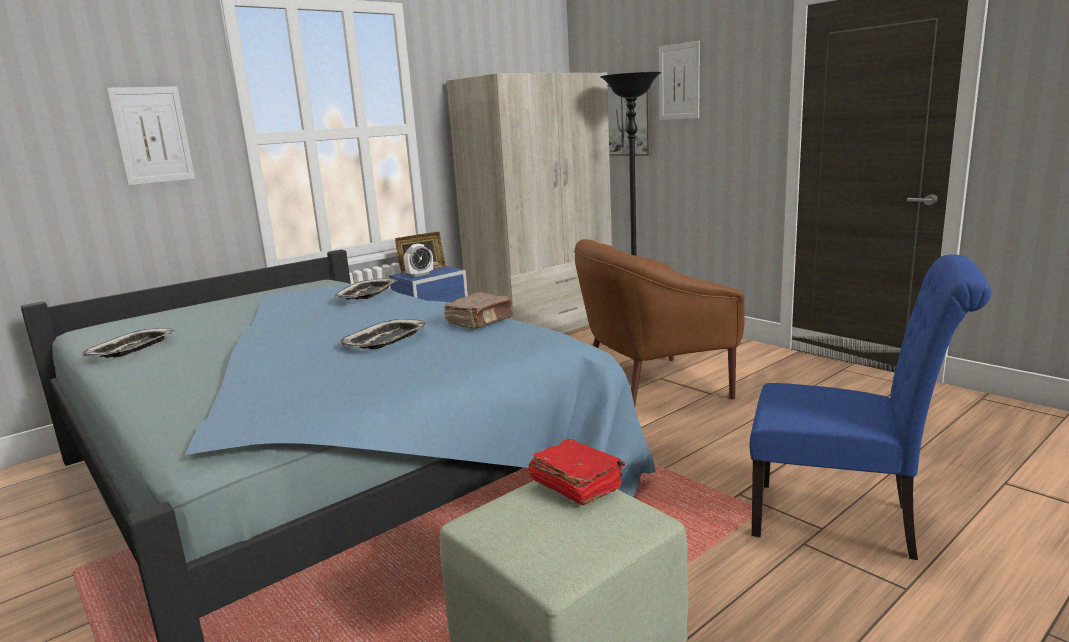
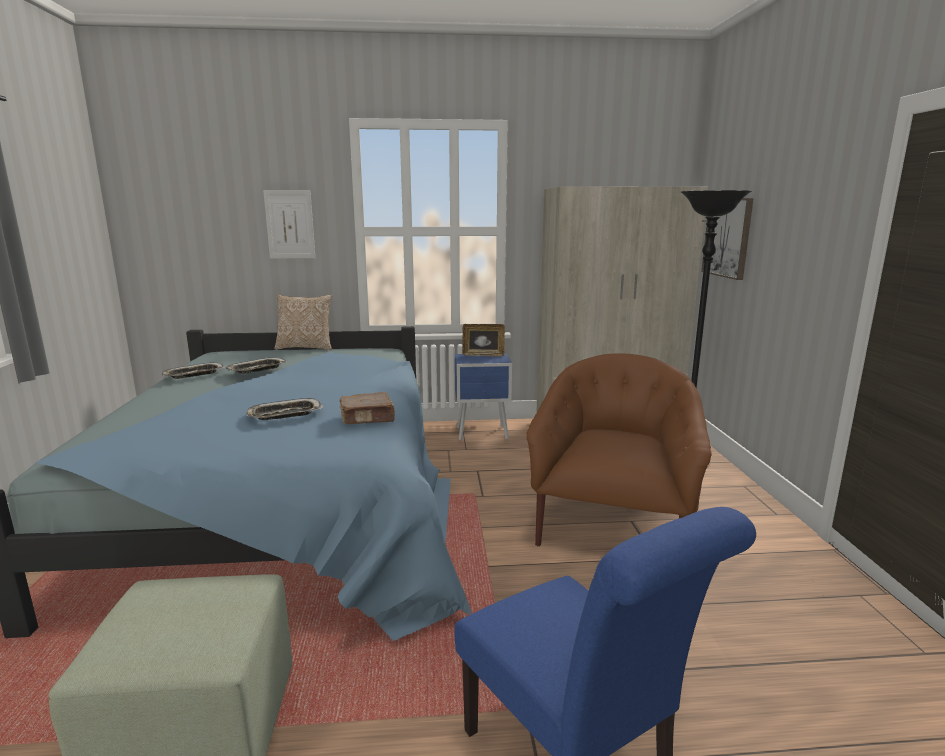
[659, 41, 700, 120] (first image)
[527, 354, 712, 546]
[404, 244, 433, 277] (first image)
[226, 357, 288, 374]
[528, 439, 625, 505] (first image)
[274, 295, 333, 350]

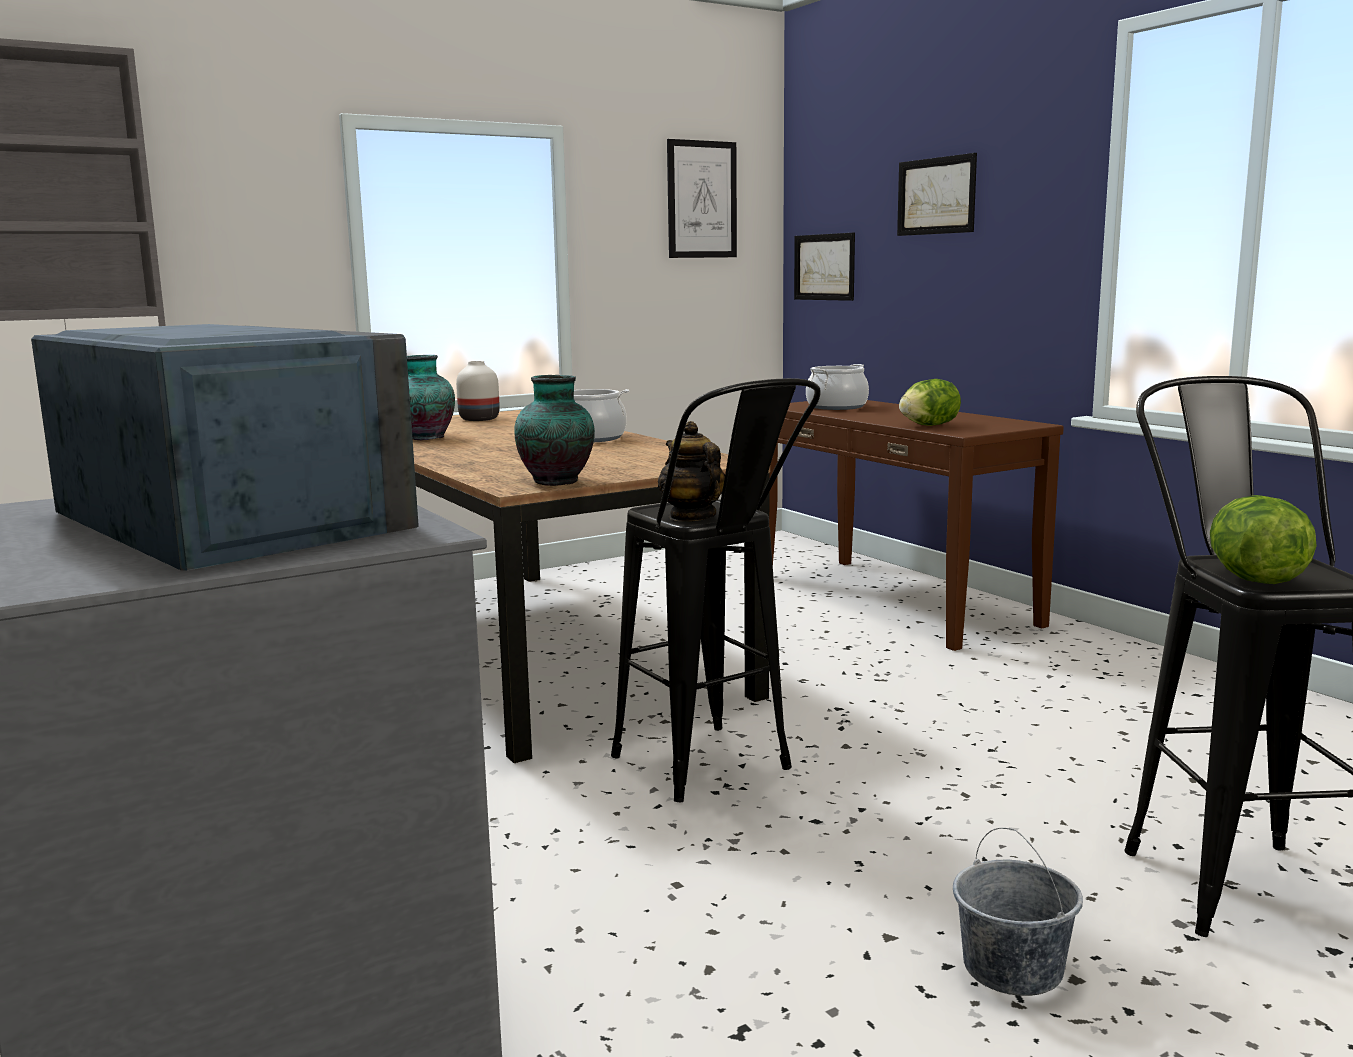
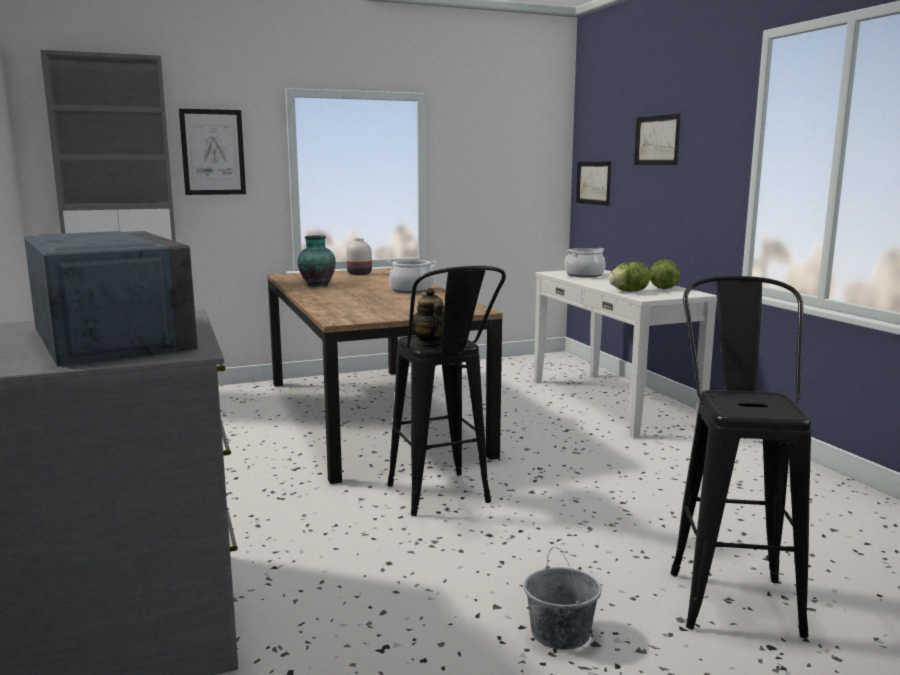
[179, 109, 246, 195]
[514, 375, 595, 486] (first image)
[534, 270, 717, 438]
[650, 259, 680, 289]

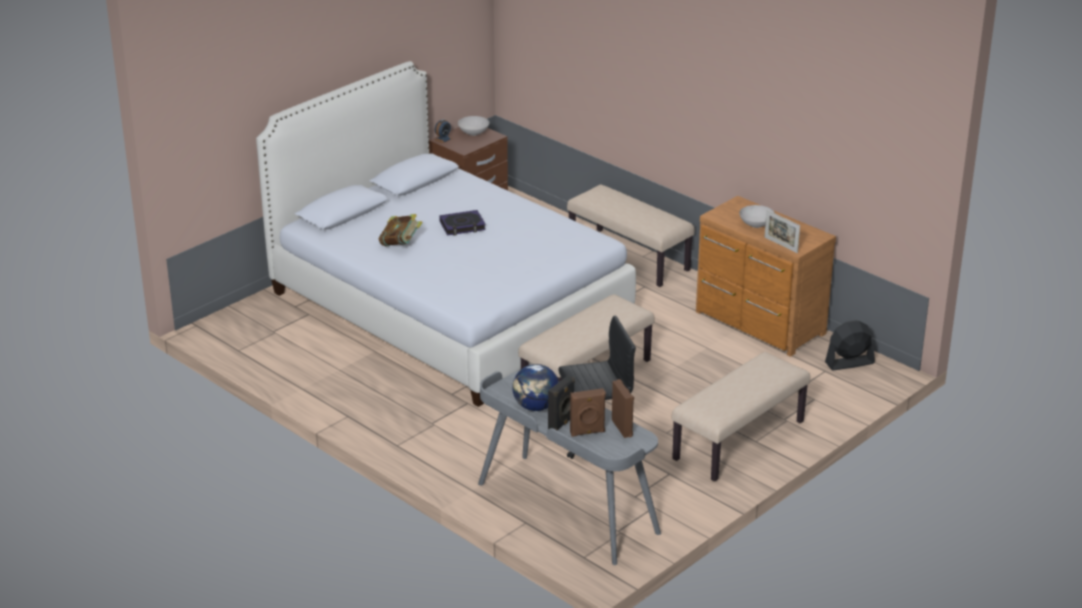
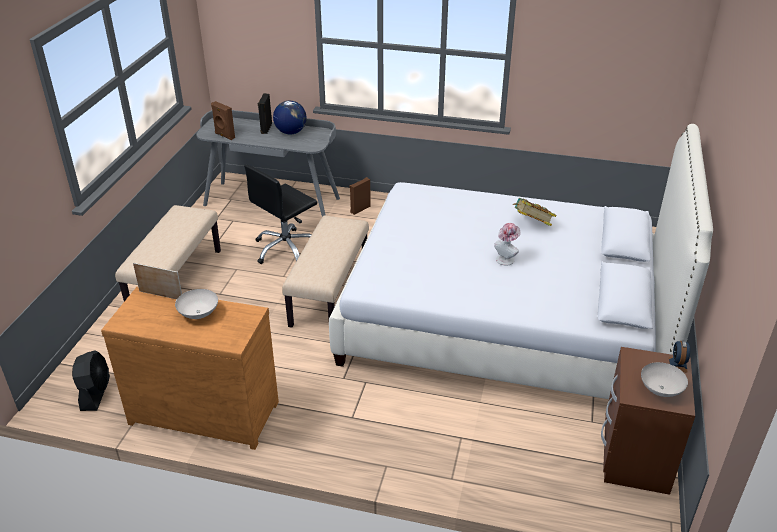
[567, 185, 695, 287] (first image)
[494, 223, 521, 266]
[72, 351, 110, 411]
[350, 177, 371, 215]

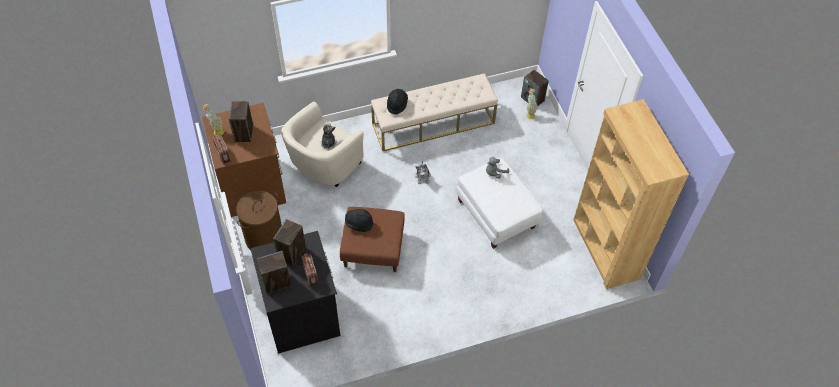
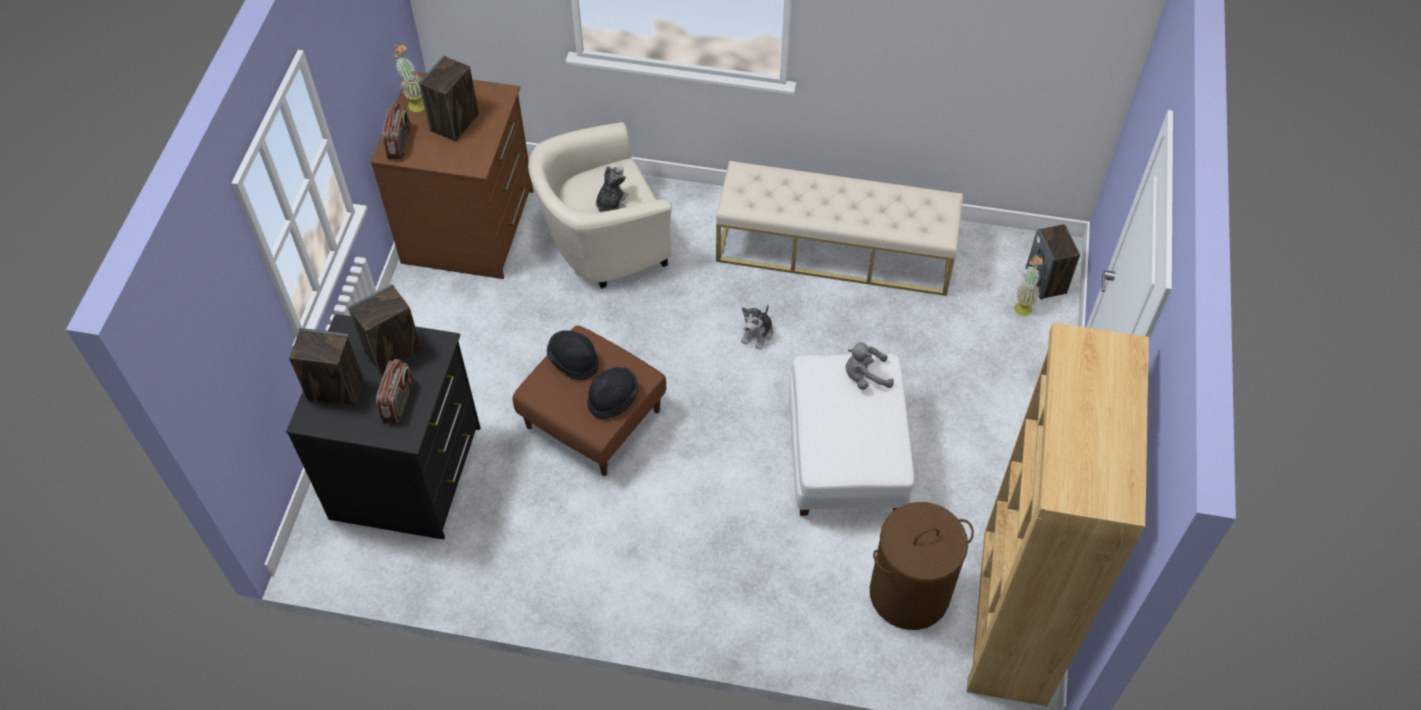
[588, 367, 639, 419]
[870, 502, 974, 630]

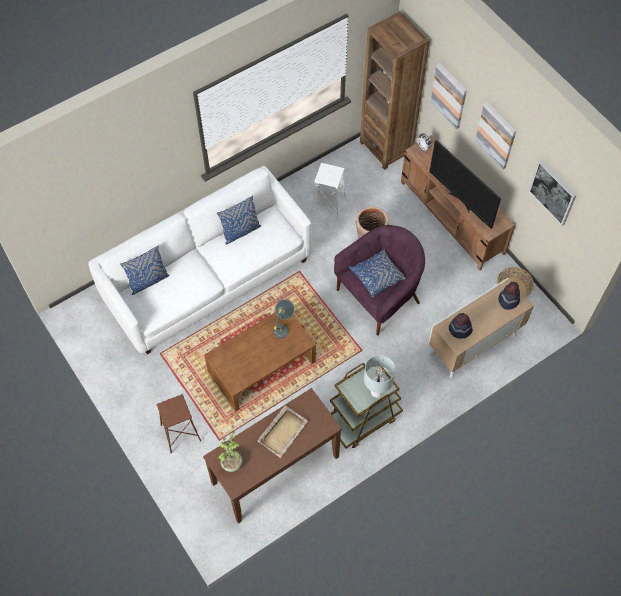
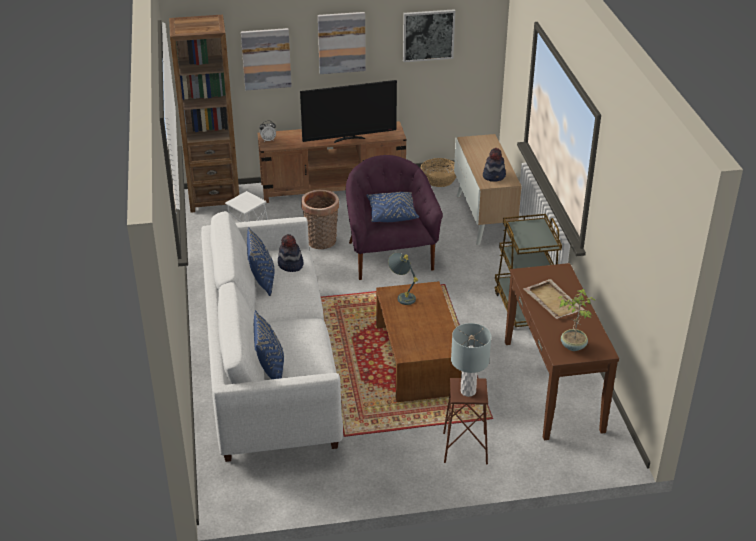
[278, 234, 303, 272]
[451, 323, 491, 397]

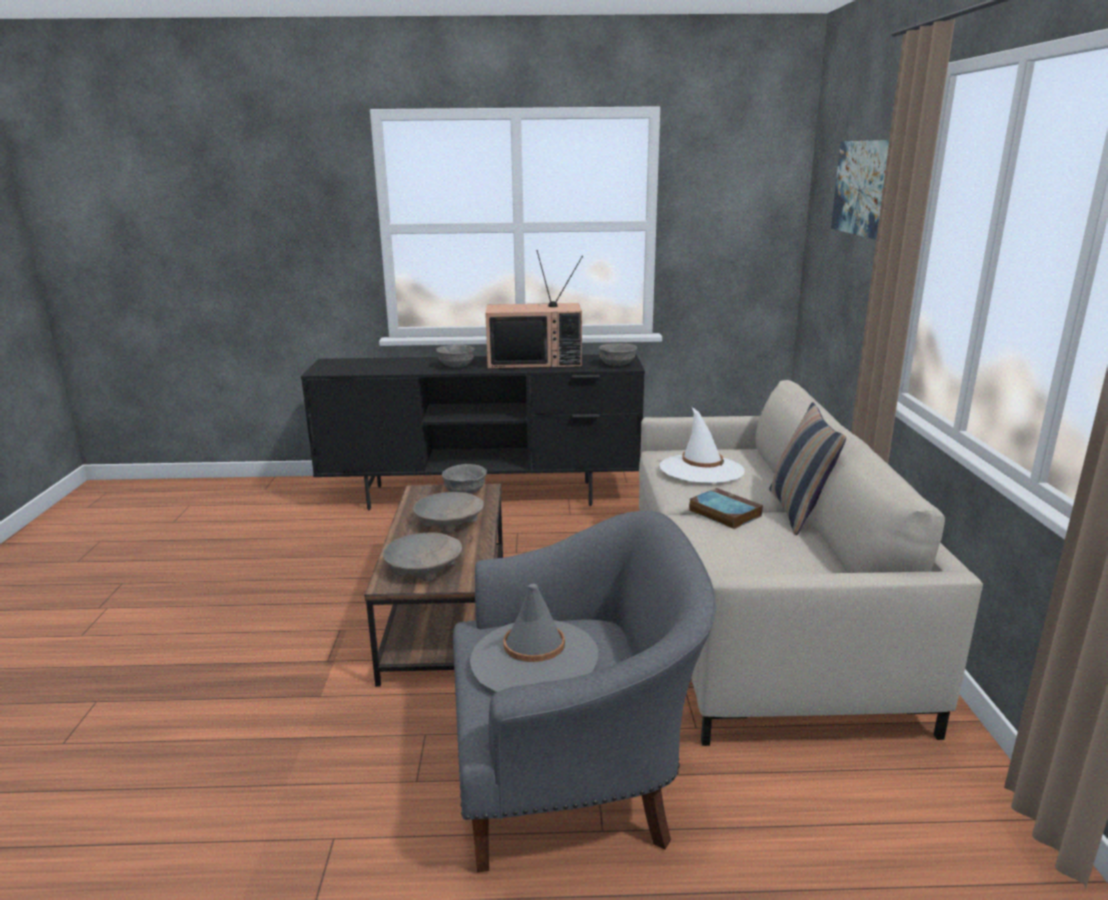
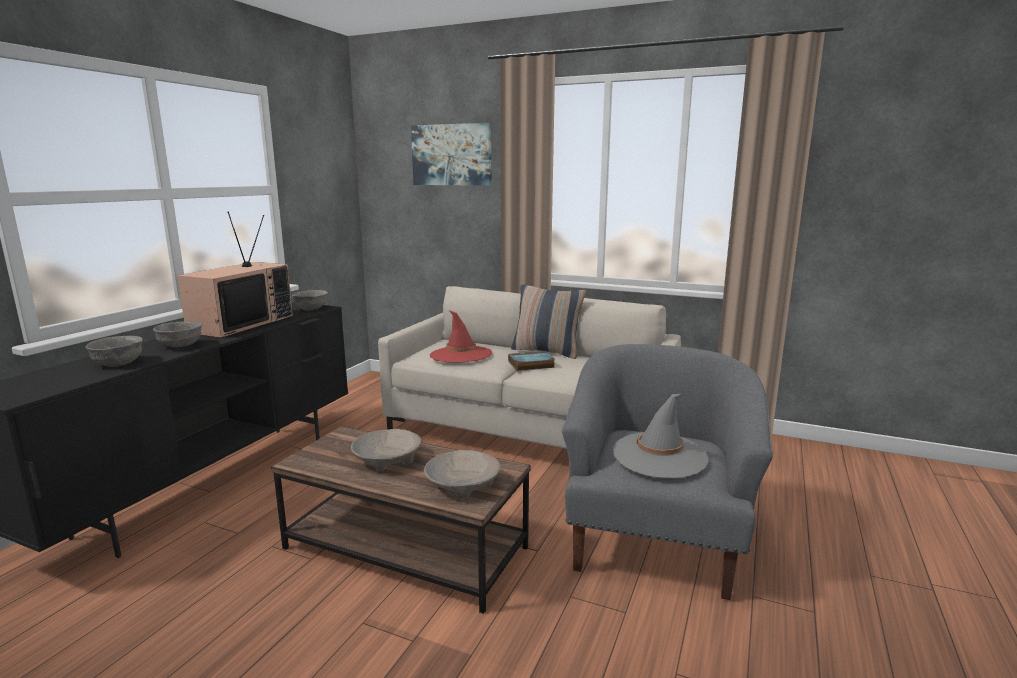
[430, 311, 492, 363]
[86, 336, 143, 367]

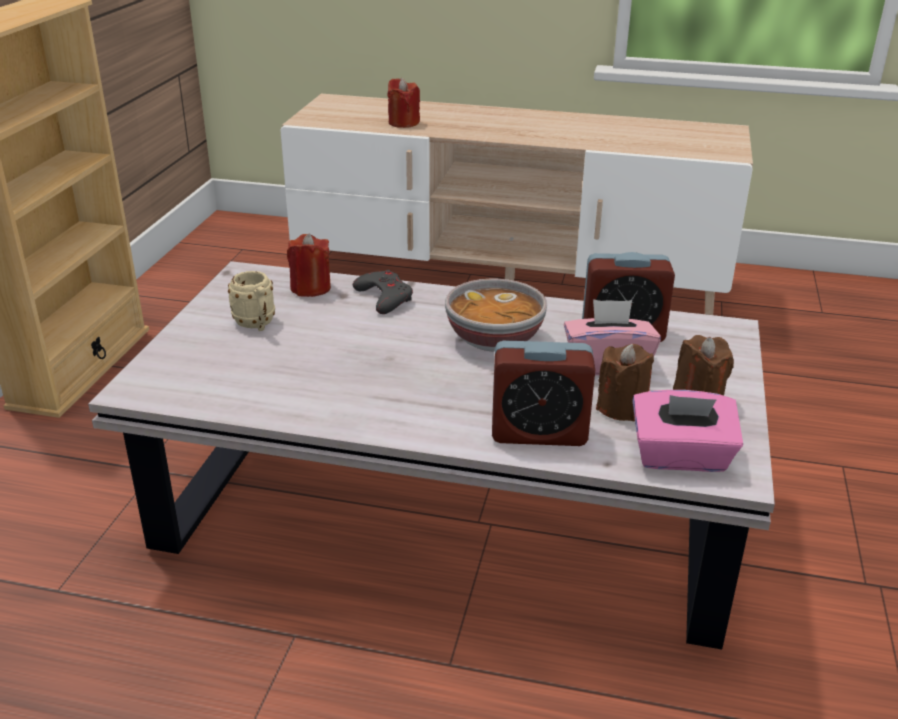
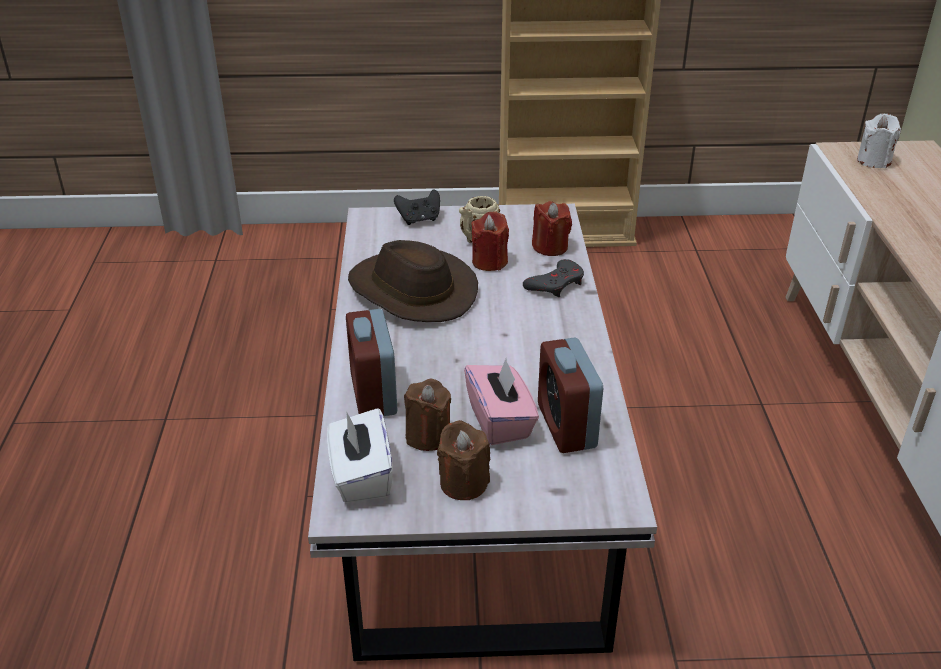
[471, 211, 509, 271]
[445, 279, 547, 352] (first image)
[327, 408, 393, 503]
[857, 113, 901, 168]
[394, 189, 440, 225]
[348, 240, 478, 322]

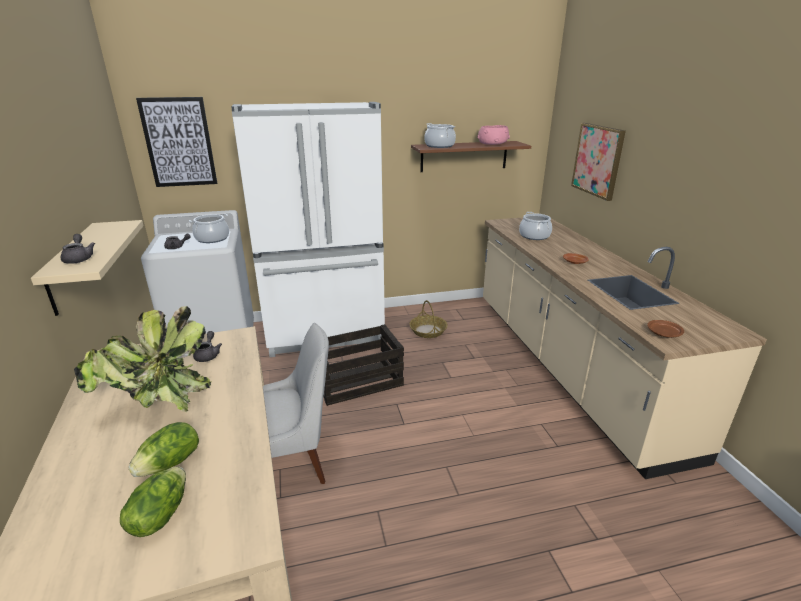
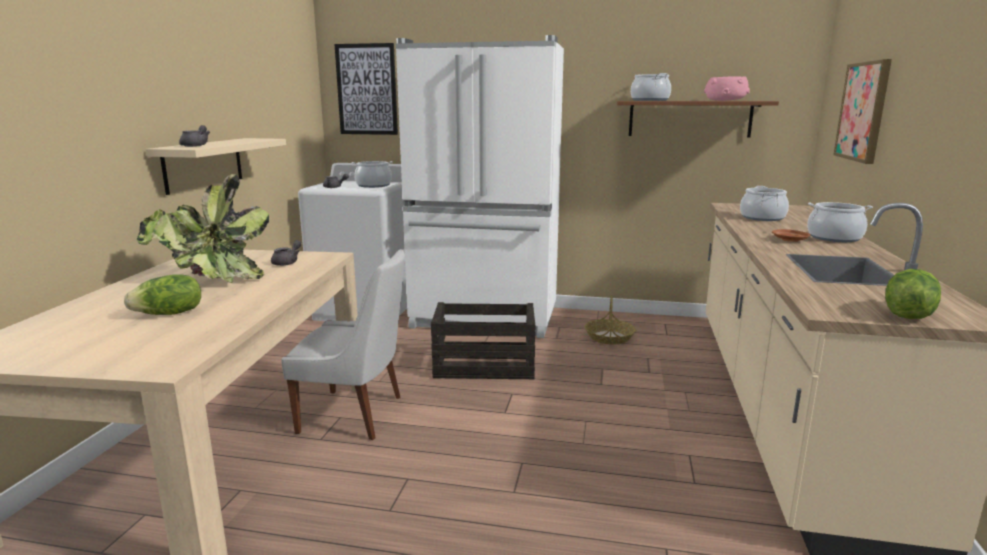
[647, 320, 684, 338] (first image)
[885, 269, 941, 319]
[807, 202, 873, 242]

